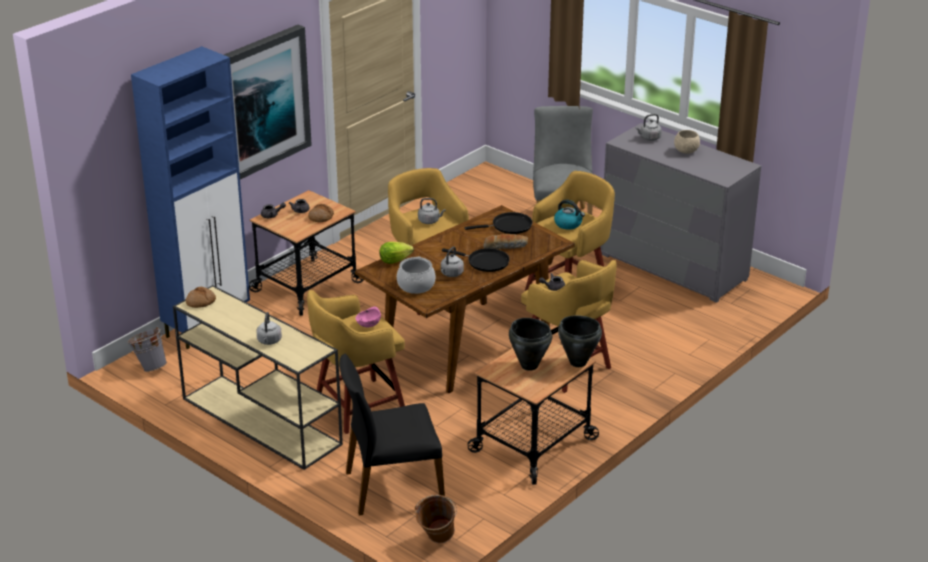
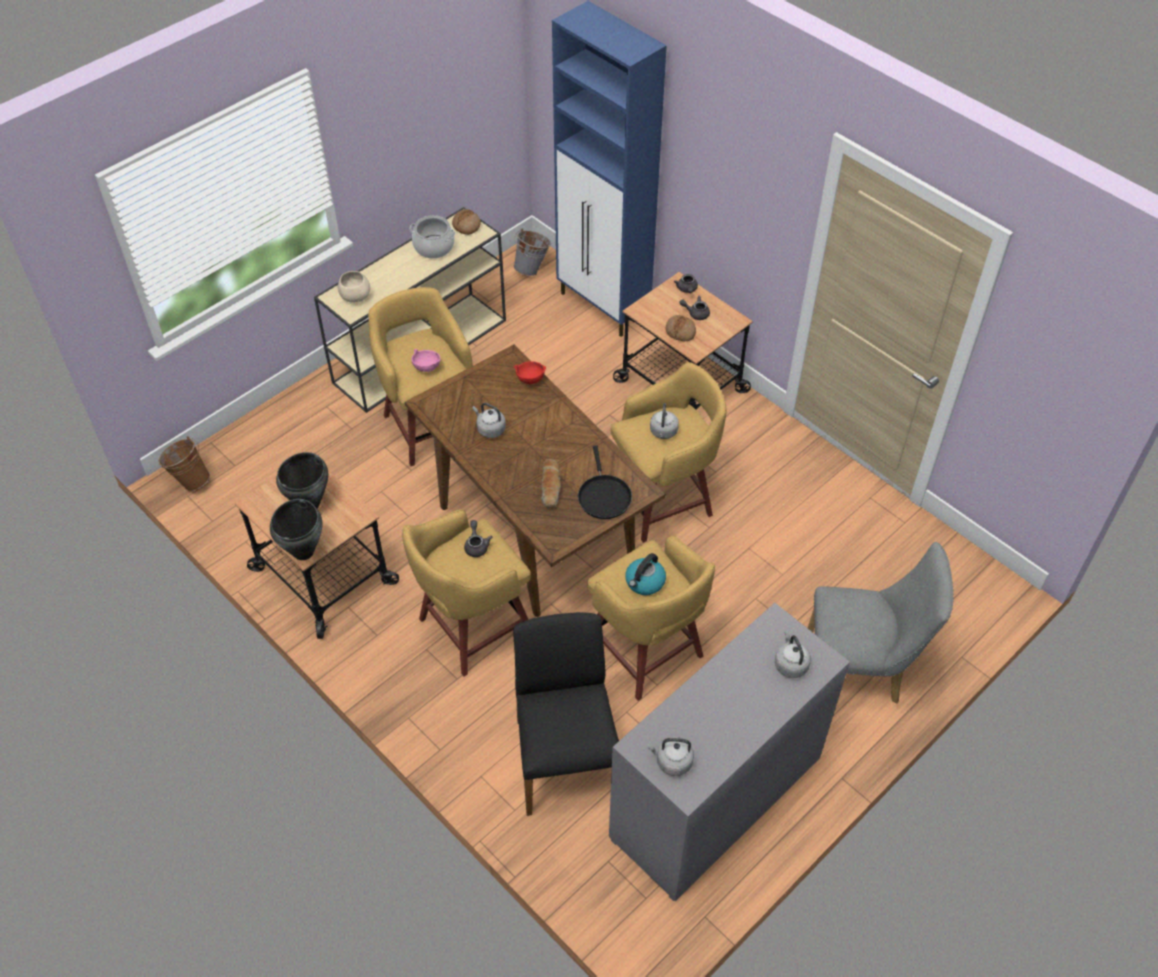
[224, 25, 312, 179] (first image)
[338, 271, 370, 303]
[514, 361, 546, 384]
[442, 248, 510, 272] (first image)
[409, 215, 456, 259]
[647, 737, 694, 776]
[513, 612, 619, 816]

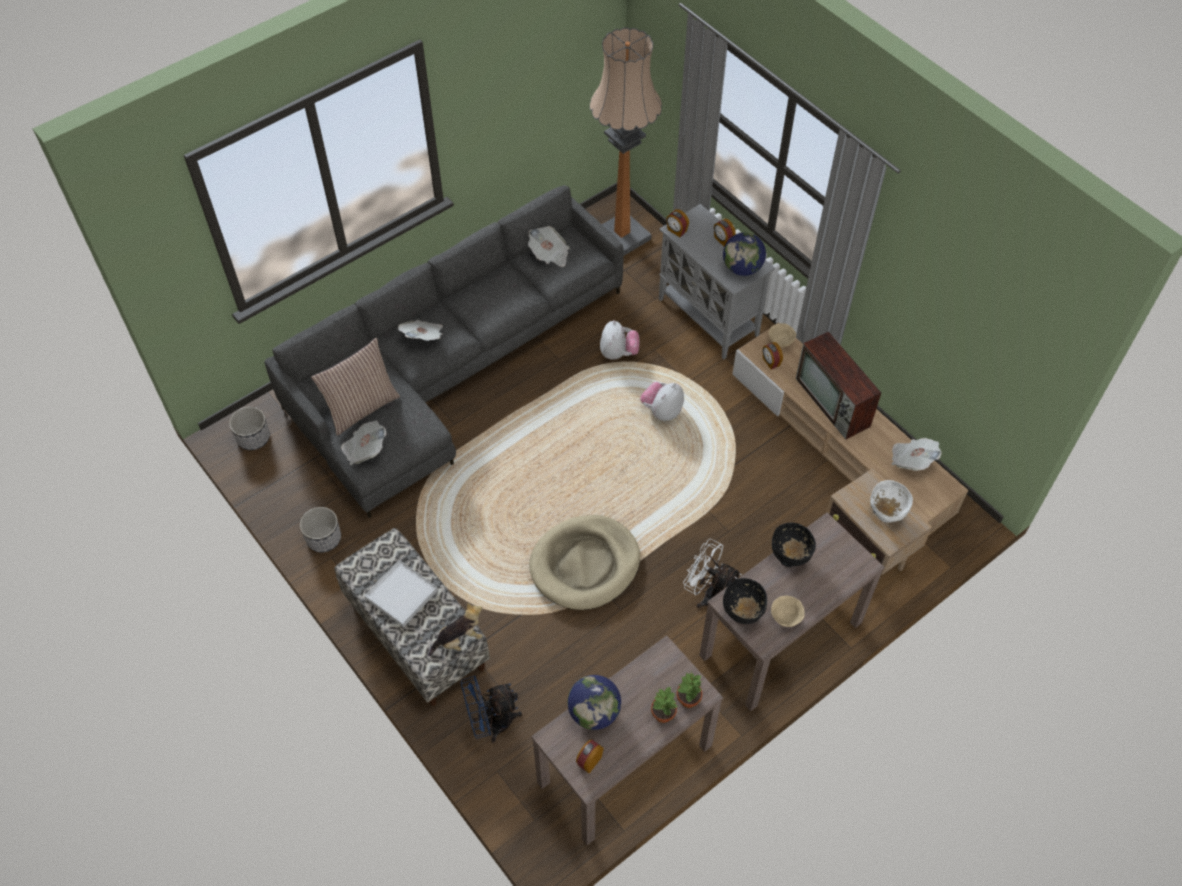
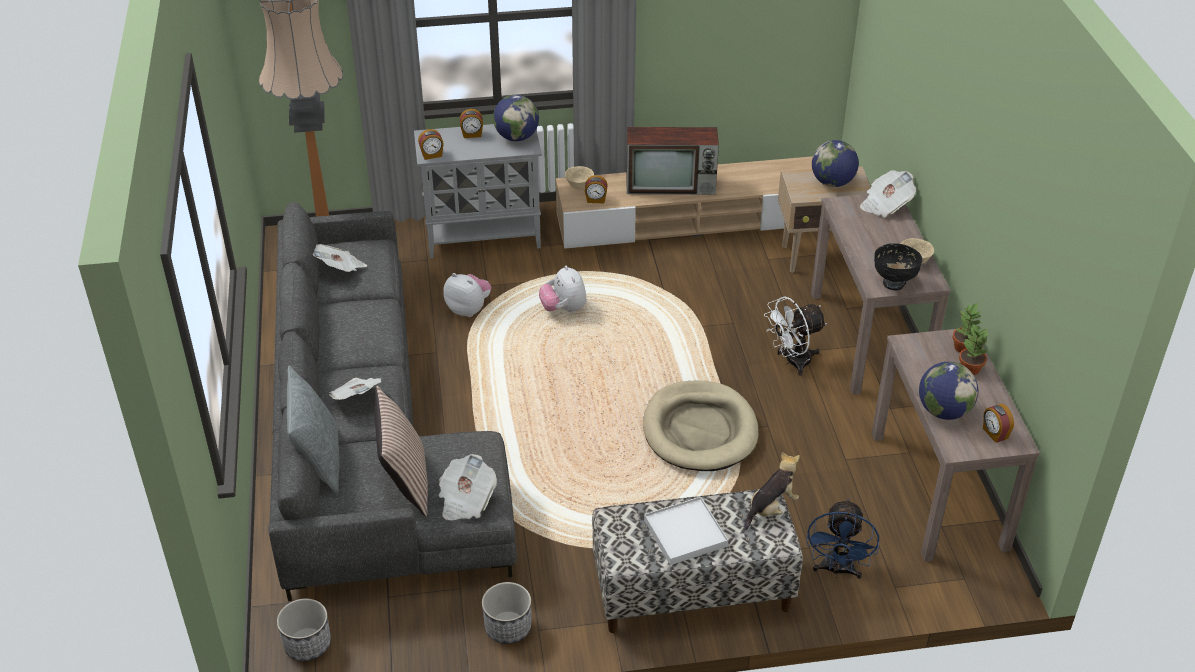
[860, 170, 916, 217]
[812, 140, 859, 187]
[772, 523, 816, 567] (first image)
[744, 452, 800, 530]
[287, 366, 339, 494]

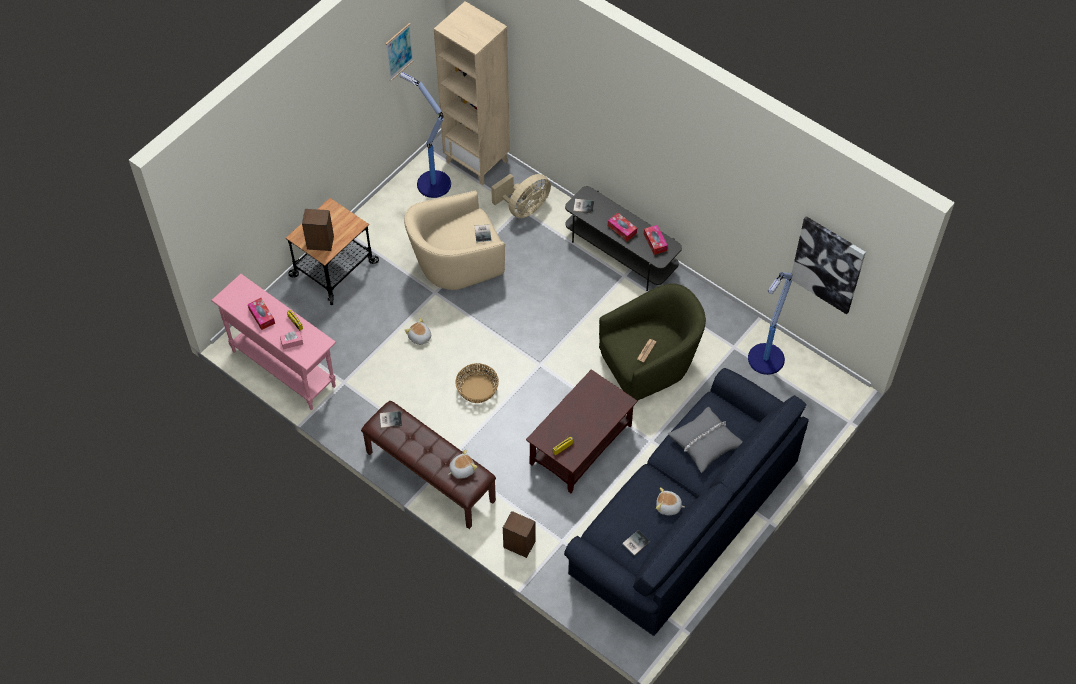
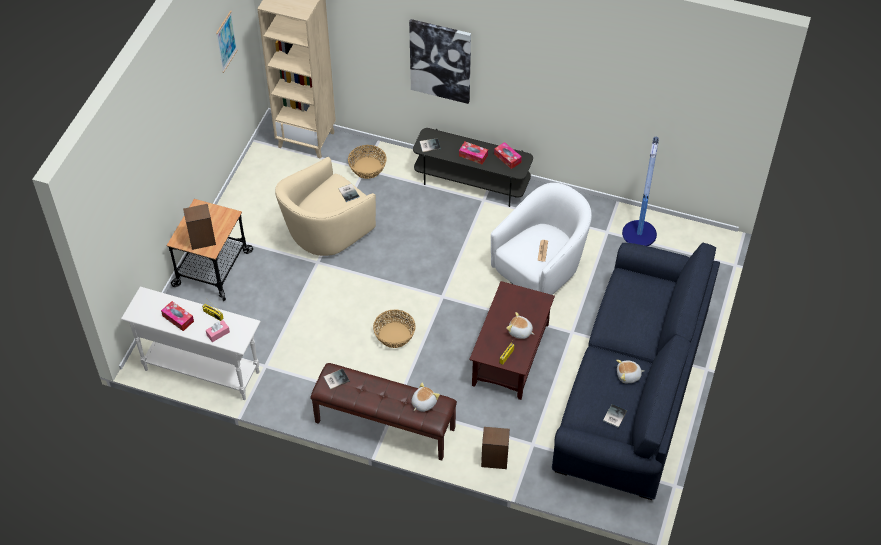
[400, 72, 451, 198] (first image)
[348, 145, 386, 179]
[409, 19, 471, 104]
[121, 287, 261, 400]
[491, 183, 592, 295]
[506, 312, 534, 339]
[668, 407, 743, 473] (first image)

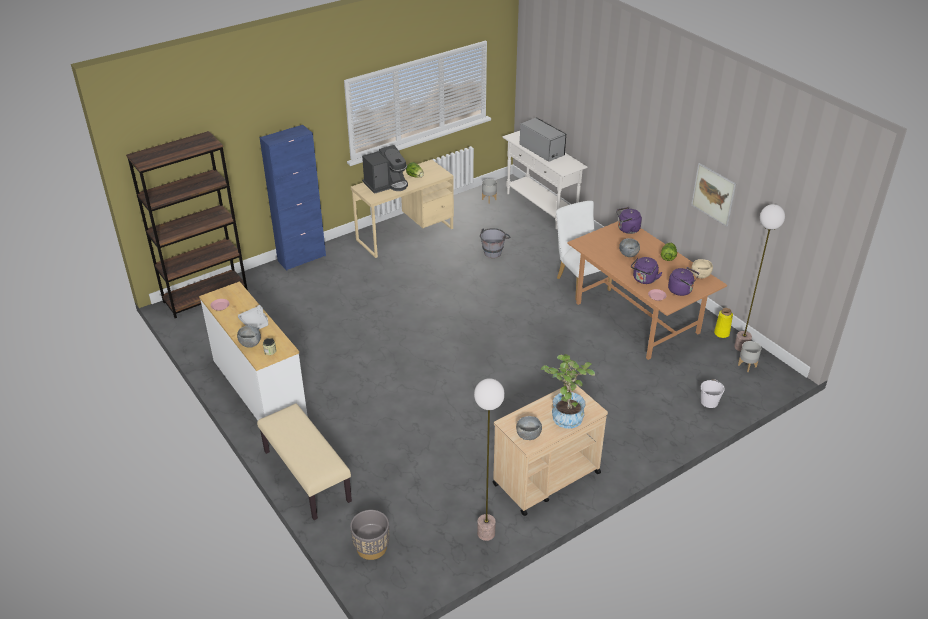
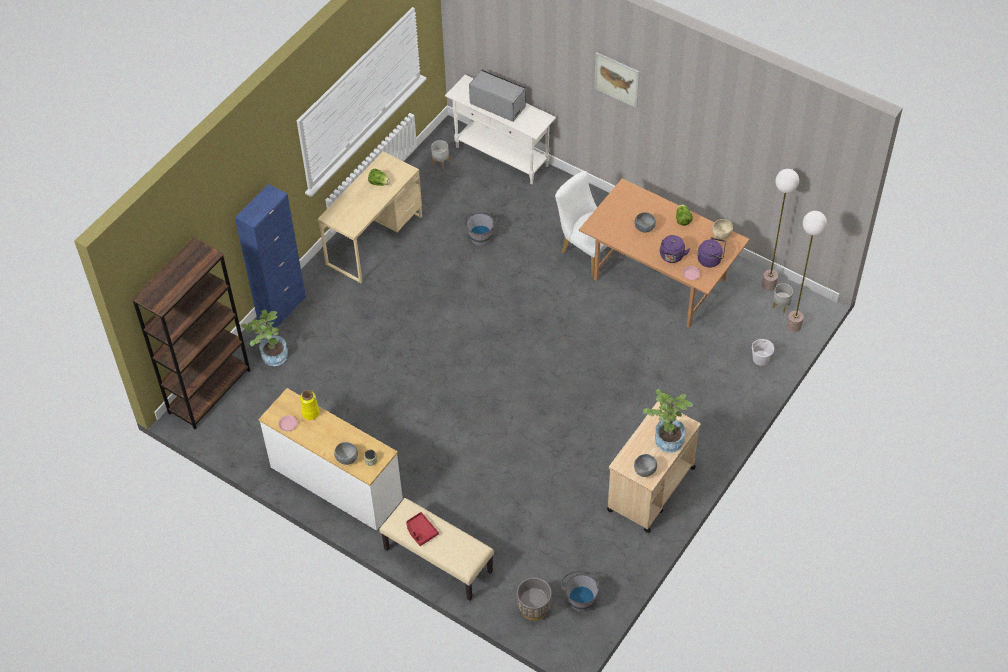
[362, 145, 408, 194] (first image)
[594, 52, 640, 108]
[616, 207, 642, 234] (first image)
[238, 305, 268, 329] (first image)
[300, 390, 320, 420]
[787, 211, 827, 332]
[241, 310, 288, 366]
[406, 512, 439, 546]
[561, 570, 600, 612]

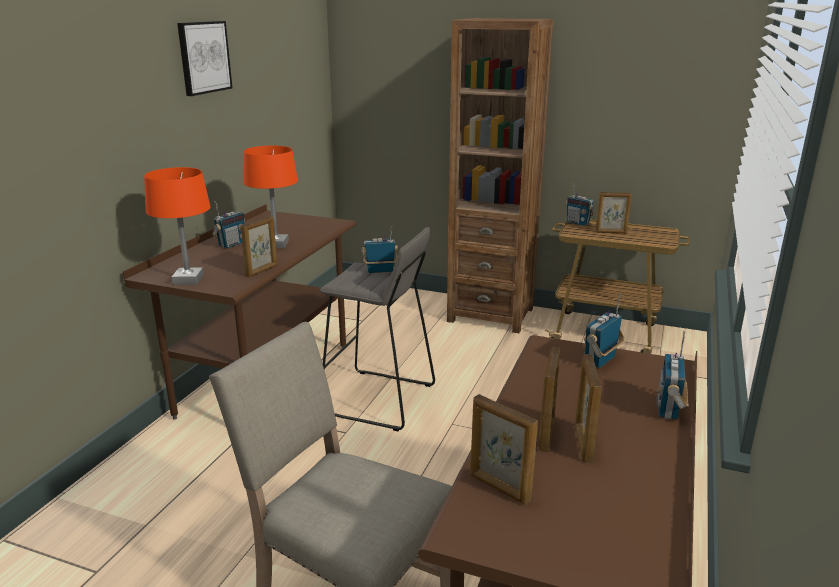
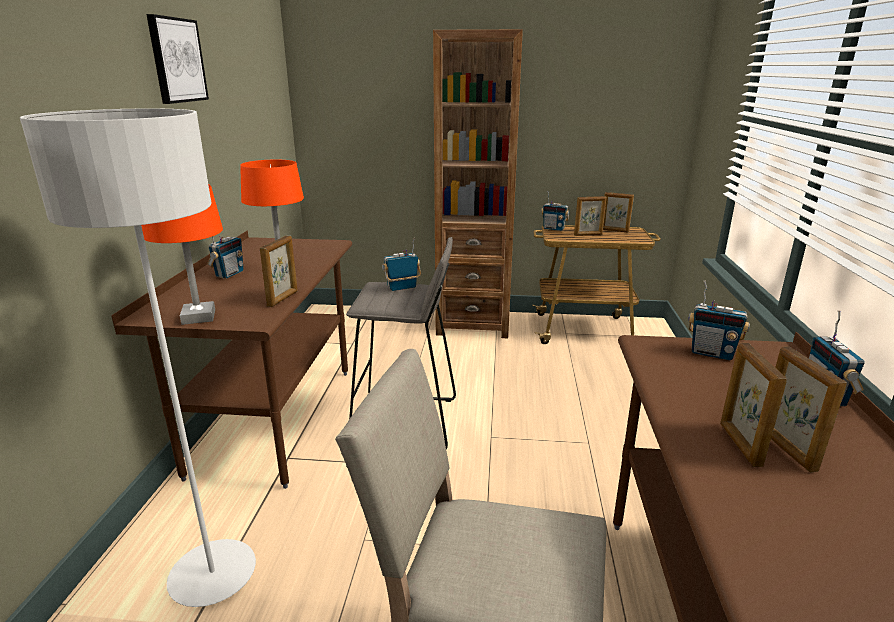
[688, 280, 750, 360]
[603, 192, 634, 233]
[20, 109, 256, 607]

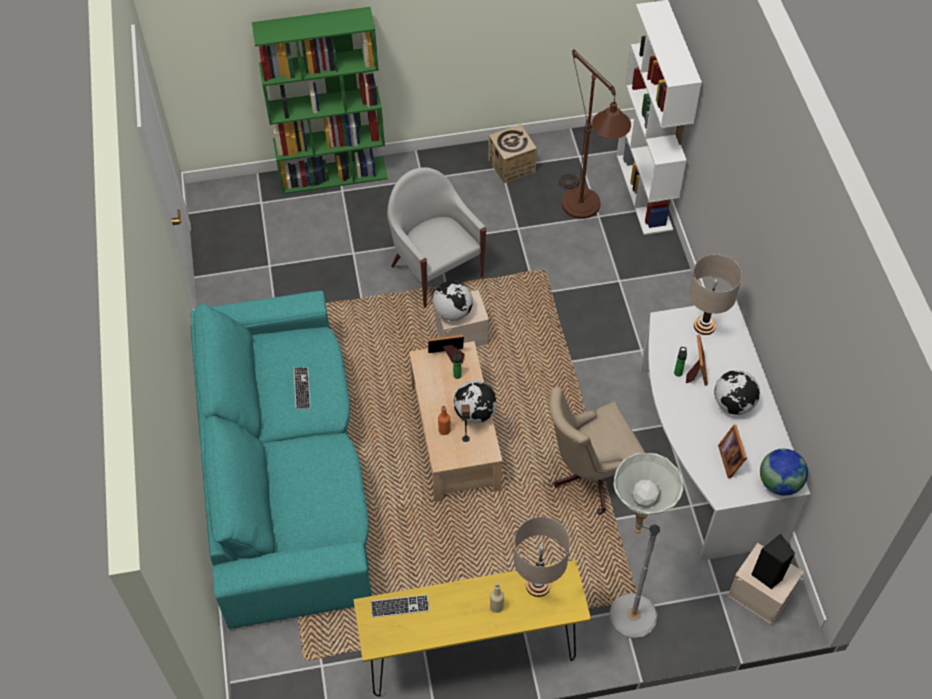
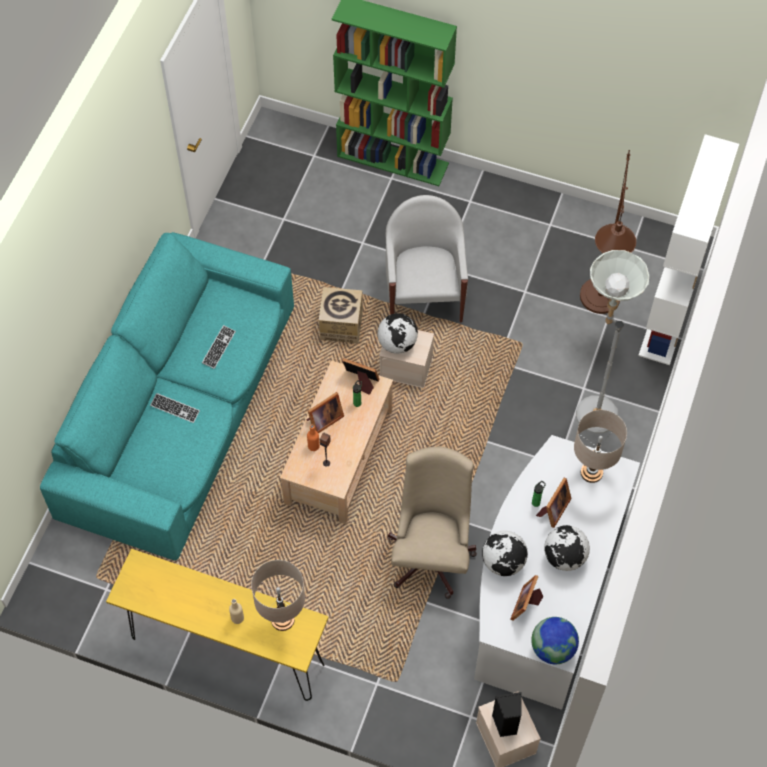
[319, 287, 363, 344]
[482, 531, 528, 576]
[388, 447, 477, 599]
[576, 250, 649, 434]
[150, 393, 200, 423]
[306, 392, 344, 434]

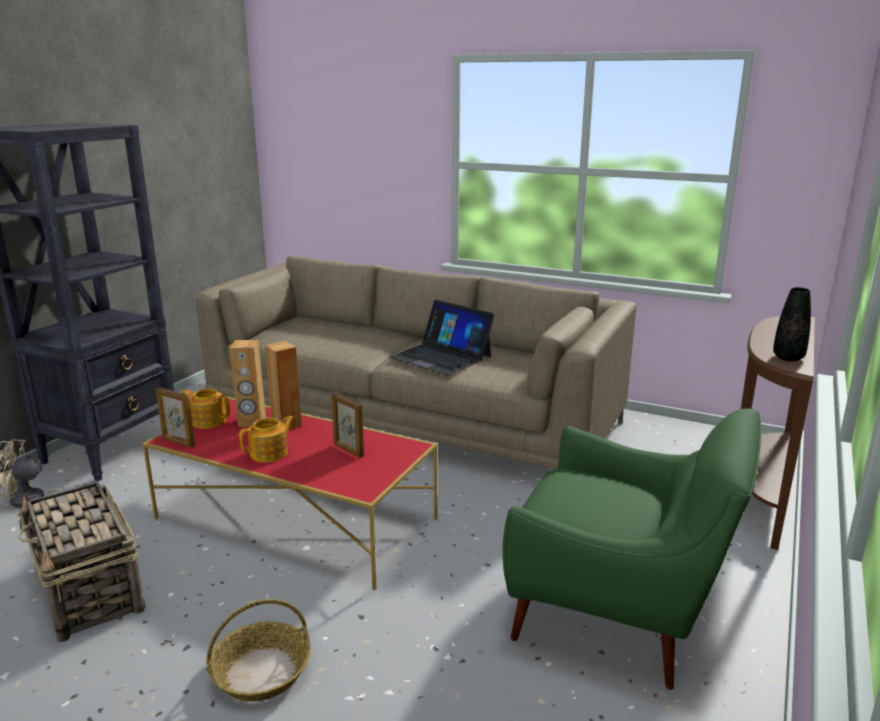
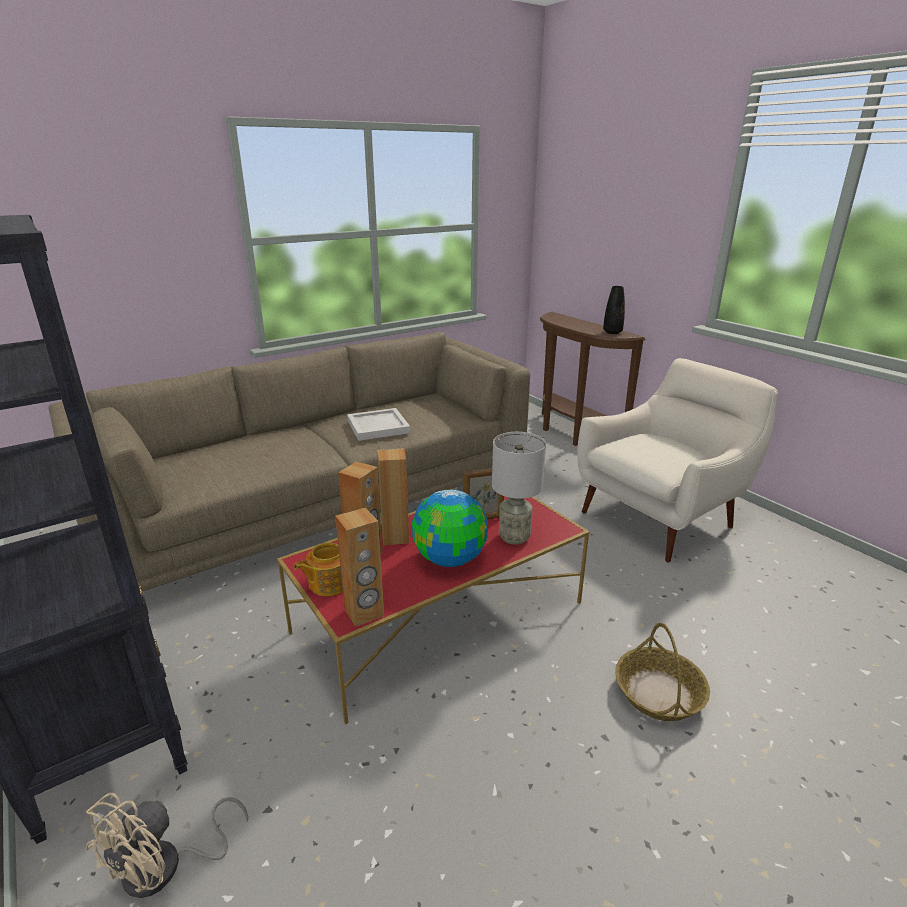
[347, 408, 410, 441]
[335, 508, 384, 627]
[578, 358, 778, 563]
[412, 490, 488, 567]
[17, 482, 145, 642] (first image)
[492, 432, 546, 545]

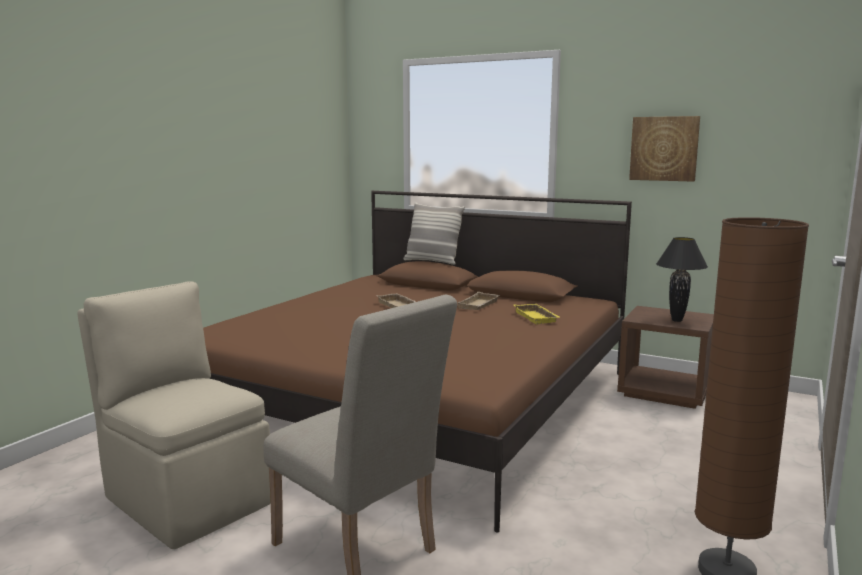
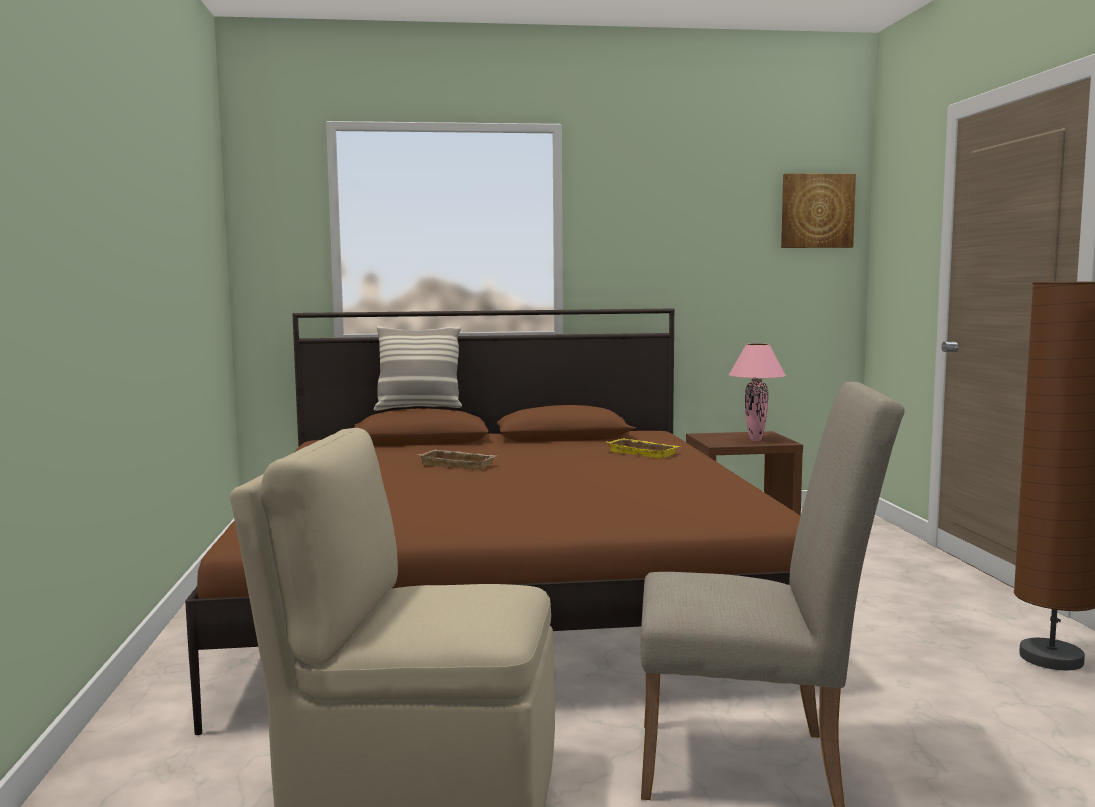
[781, 173, 856, 248]
[729, 344, 786, 441]
[457, 292, 500, 310] (first image)

